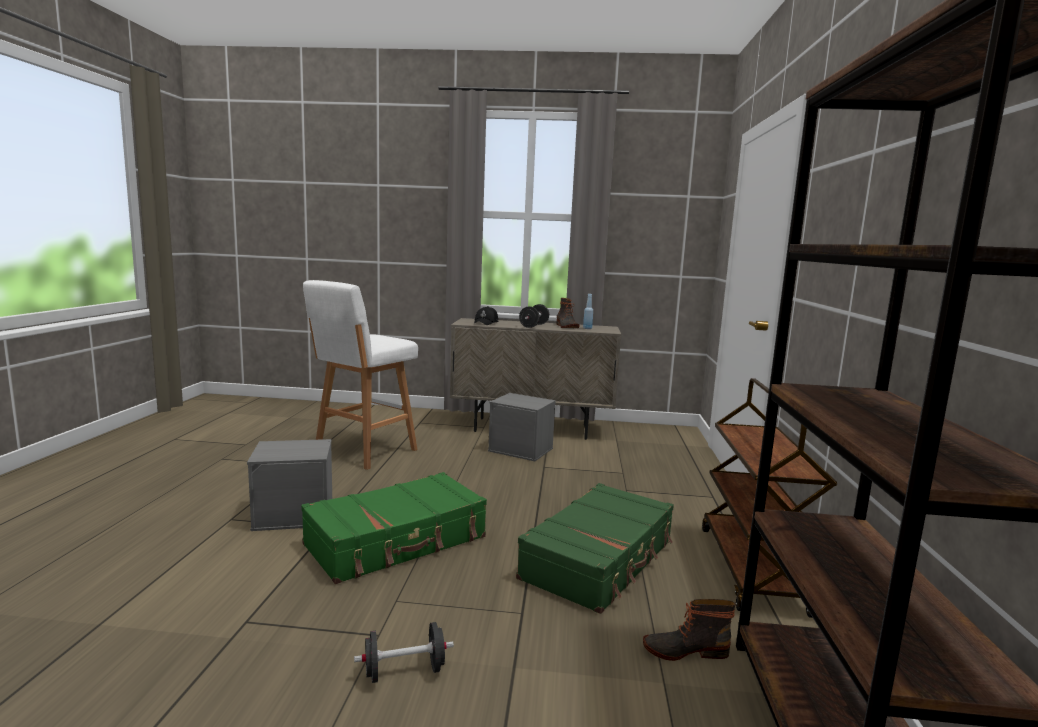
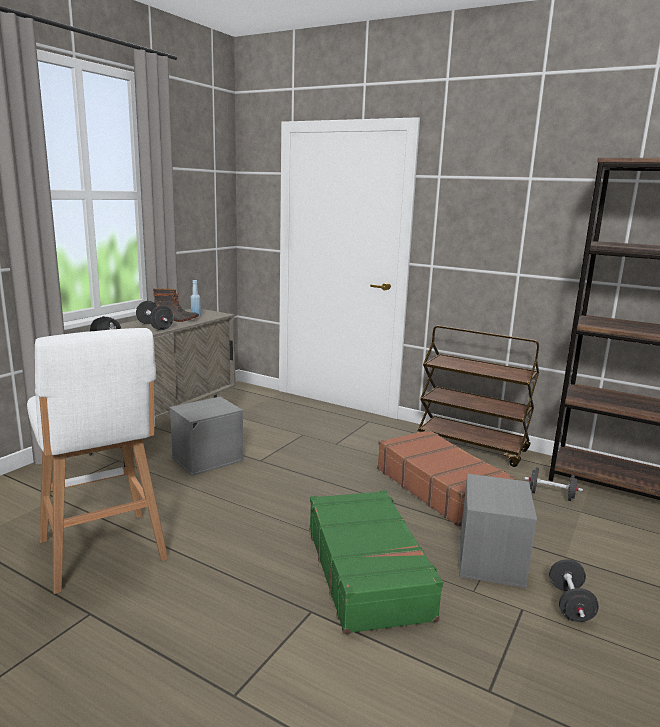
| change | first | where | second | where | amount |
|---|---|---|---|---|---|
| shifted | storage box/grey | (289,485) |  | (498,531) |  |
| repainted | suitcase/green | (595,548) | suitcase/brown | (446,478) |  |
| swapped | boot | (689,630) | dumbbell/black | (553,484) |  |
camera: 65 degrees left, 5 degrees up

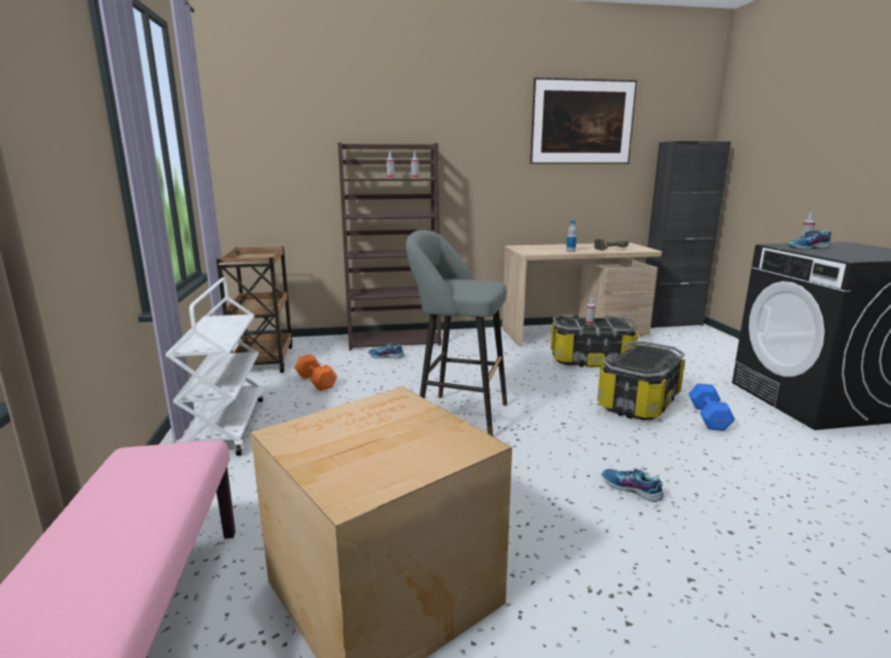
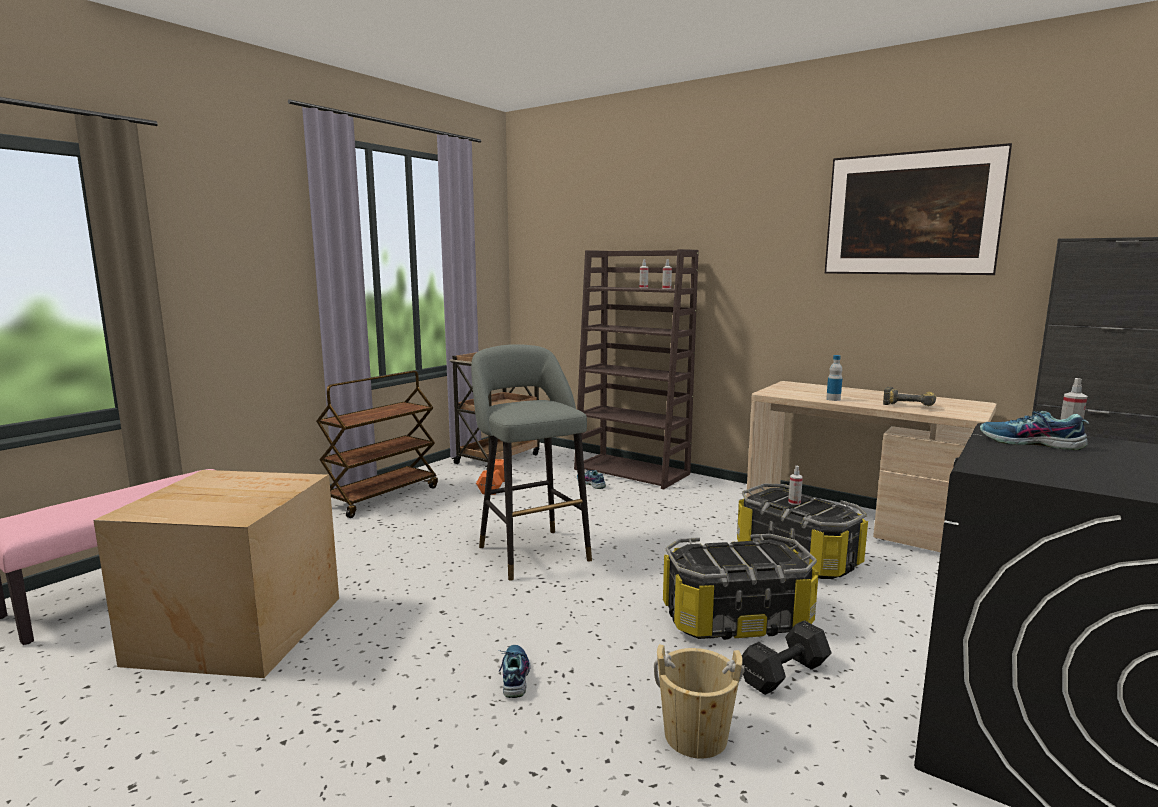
| change | first | where | second | where | amount |
|---|---|---|---|---|---|
| repainted | cart/white | (214,367) | cart/brown | (377,444) |  |
| repainted | dumbbell/blue | (711,407) | dumbbell/black | (787,657) |  |
| new |  |  | bucket/beige | (699,701) |  |
camera: 45 degrees right, 5 degrees down

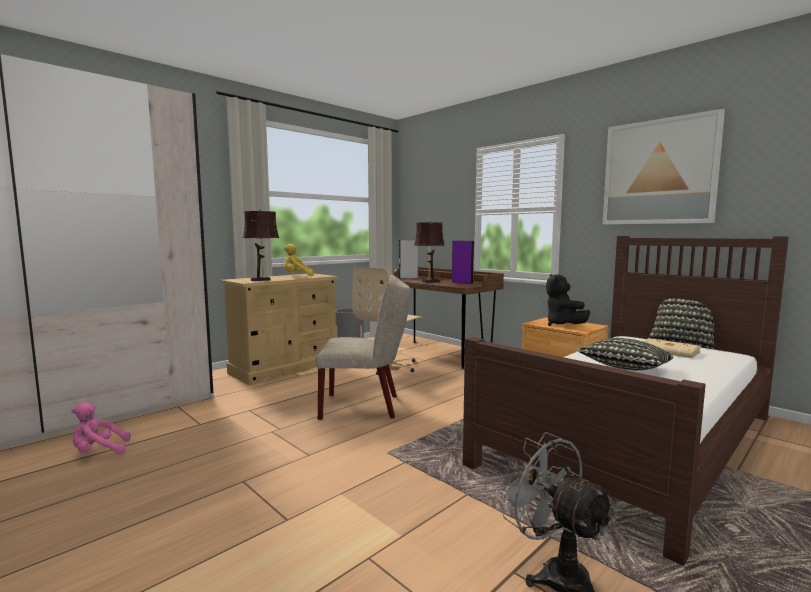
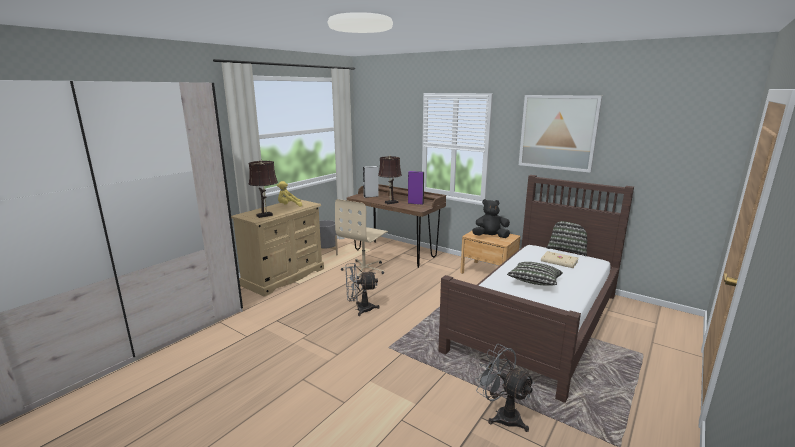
| change | first | where | second | where | amount |
|---|---|---|---|---|---|
| rotated | plush toy/black | (568,300) |  | (491,218) | 105 degrees clockwise |
| swapped | chair/beige | (363,347) | fan/grey | (363,289) |  |
| gone | plush toy/pink | (101,428) |  |  |  |
camera: 10 degrees left, 10 degrees up

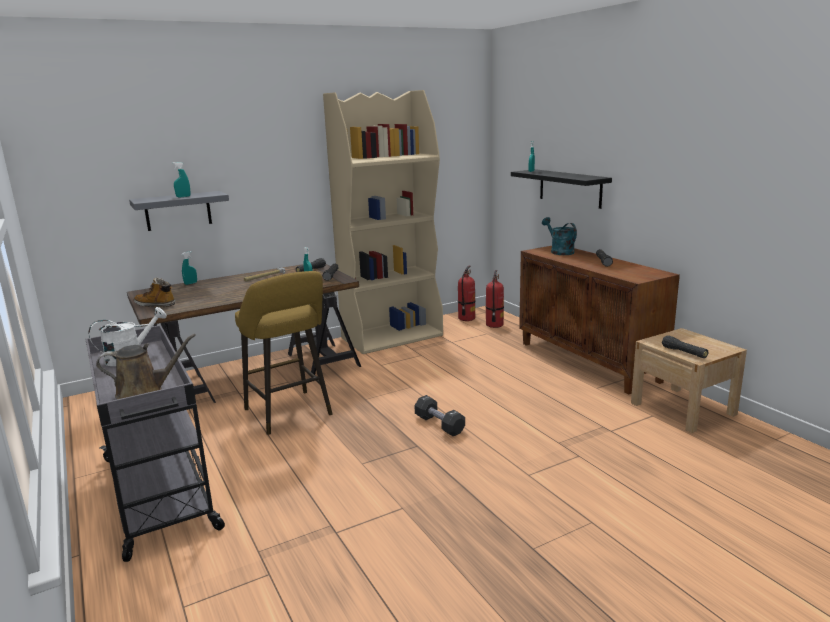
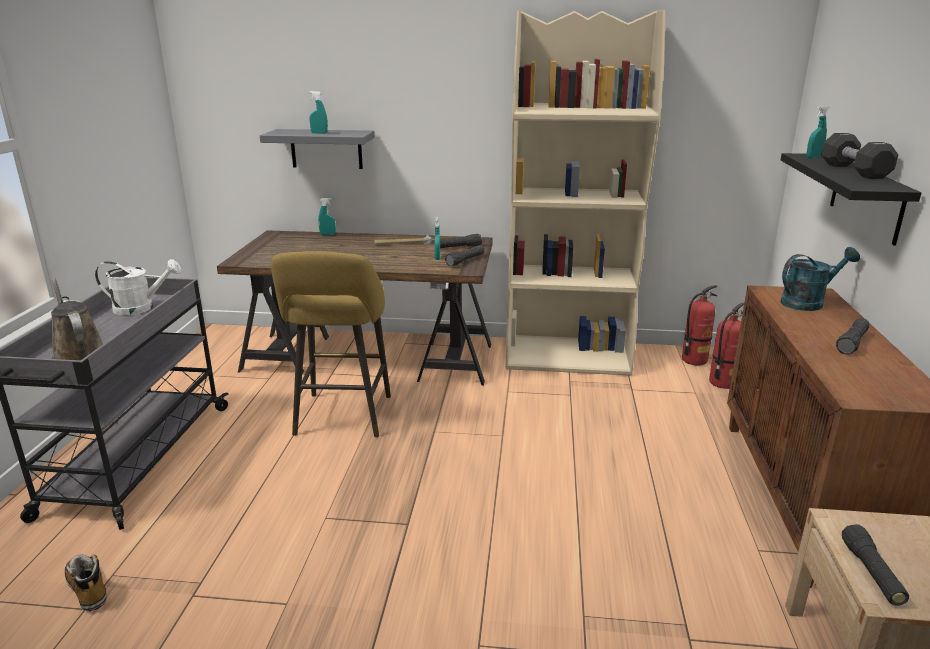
| change | first | where | second | where | amount |
|---|---|---|---|---|---|
| rotated | watering can/turquoise | (559,236) |  | (820,279) | 60 degrees clockwise |
| shifted | boot | (154,292) |  | (85,583) |  |
| rotated | watering can/brown | (146,366) |  | (77,319) | 150 degrees counterclockwise |
| shifted | dumbbell/black | (439,415) |  | (859,156) |  |
camera: 35 degrees right, 5 degrees up

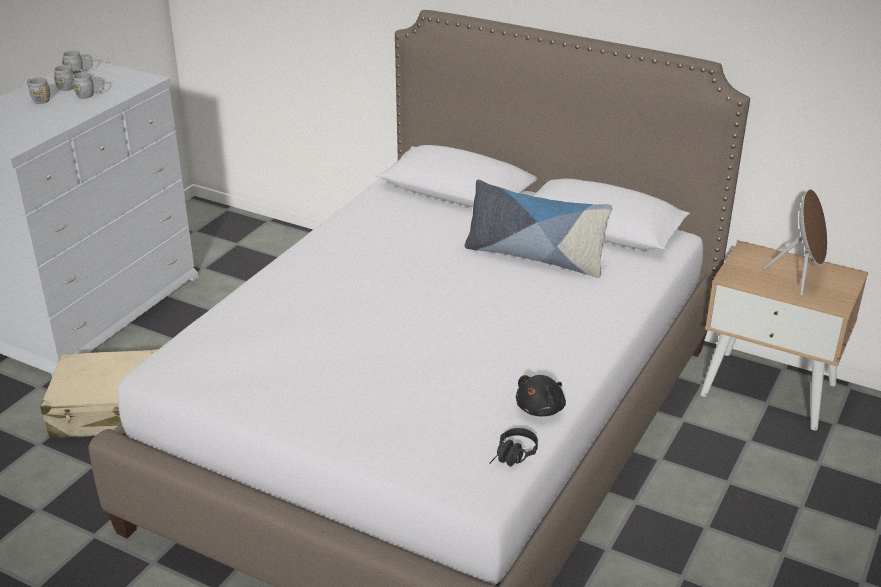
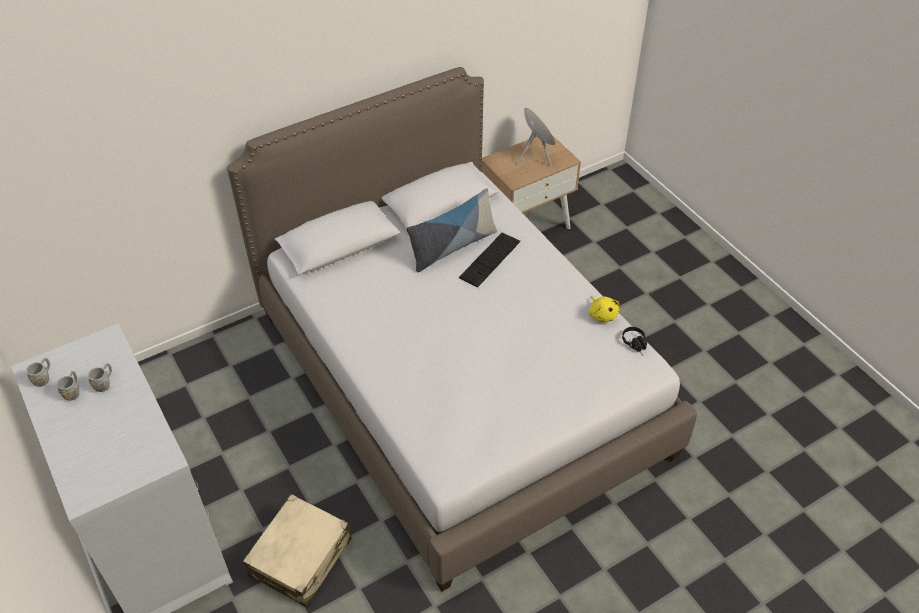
| change | first | where | second | where | amount |
|---|---|---|---|---|---|
| gone | mug/grey | (38,90) |  |  |  |
| repainted | plush toy/black | (541,395) | plush toy/yellow | (604,309) |  |
| new |  |  | keyboard | (489,260) |  |
camera: 60 degrees left, 15 degrees up

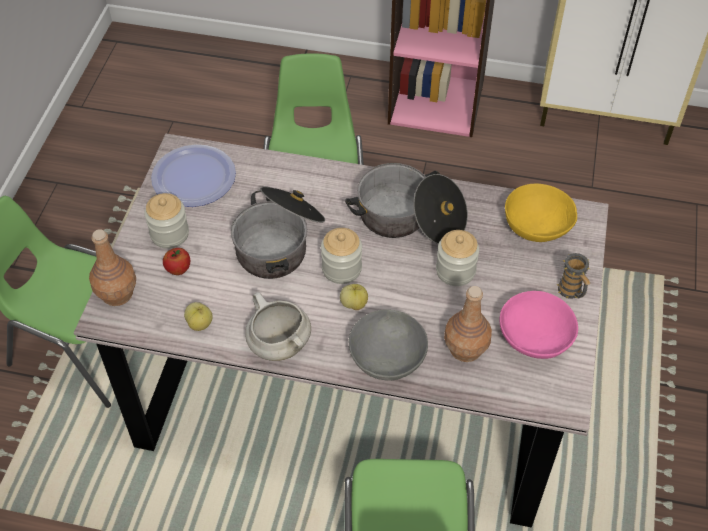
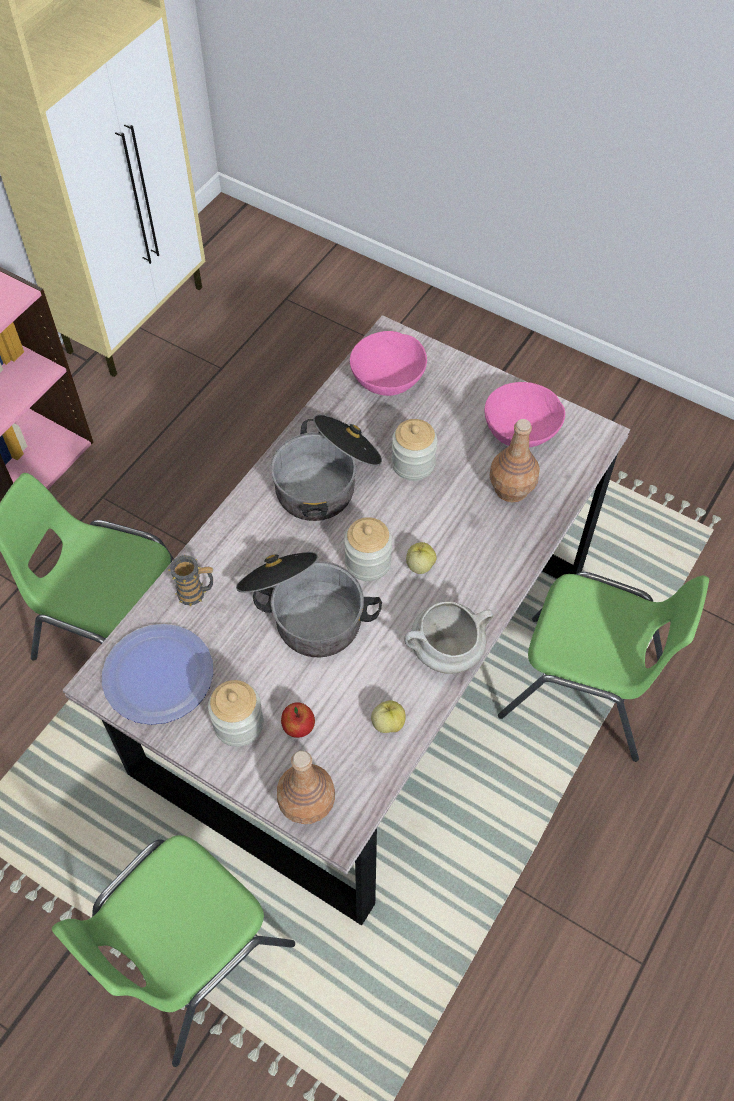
| change | first | where | second | where | amount |
|---|---|---|---|---|---|
| repainted | bowl/yellow | (541,213) | bowl/pink | (388,363) |  |
| shifted | mug | (573,276) |  | (190,581) |  |
| gone | bowl/grey | (388,345) |  |  |  |
camera: 70 degrees left, 5 degrees up

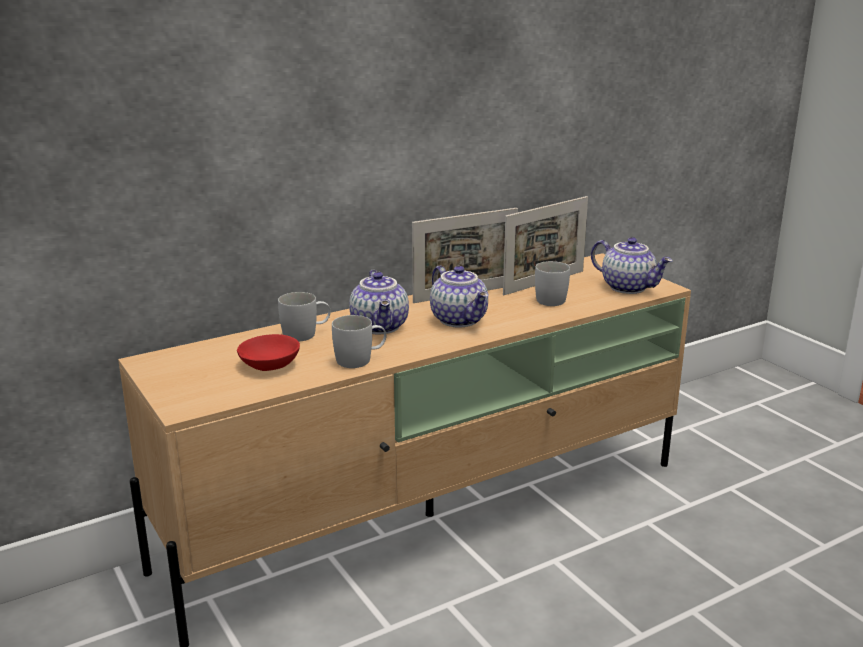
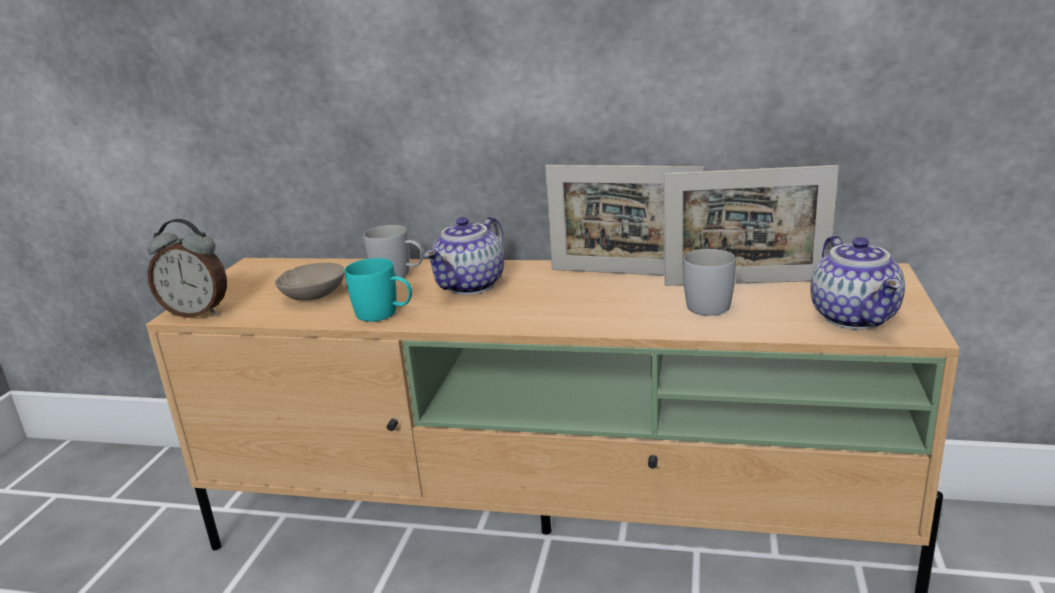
| change | first | where | second | where | amount |
|---|---|---|---|---|---|
| gone | teapot | (459,296) |  |  |  |
| repainted | mug/white | (359,341) | mug/turquoise | (378,290) |  |
| repainted | bowl/red | (268,352) | bowl/beige | (310,282) |  |
| new |  |  | alarm clock | (187,268) |  |
camera: 45 degrees right, 0 degrees up

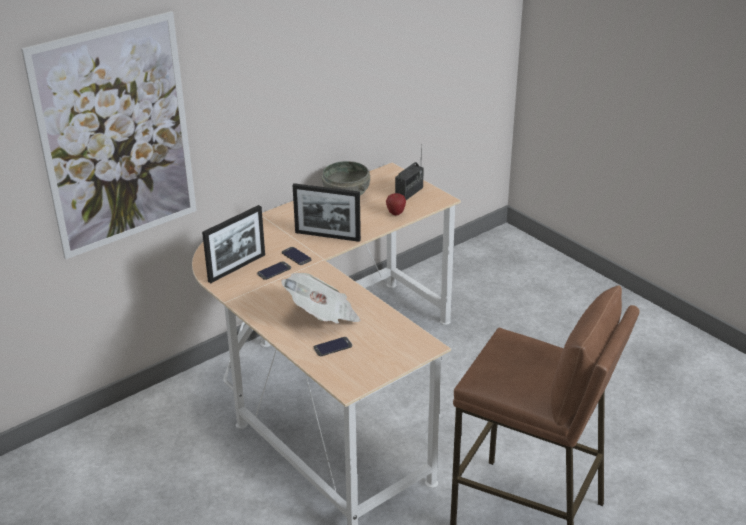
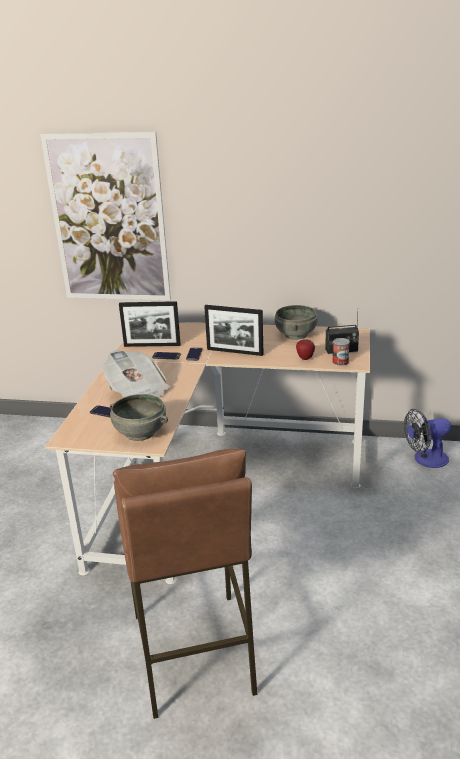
| change | first | where | second | where | amount |
|---|---|---|---|---|---|
| rotated | picture frame | (327,212) |  | (234,330) | 45 degrees counterclockwise |
| new |  |  | can | (341,352) |  |
| new |  |  | bowl/grey | (139,417) |  |
| new |  |  | fan | (427,438) |  |
camera: 50 degrees right, 5 degrees down

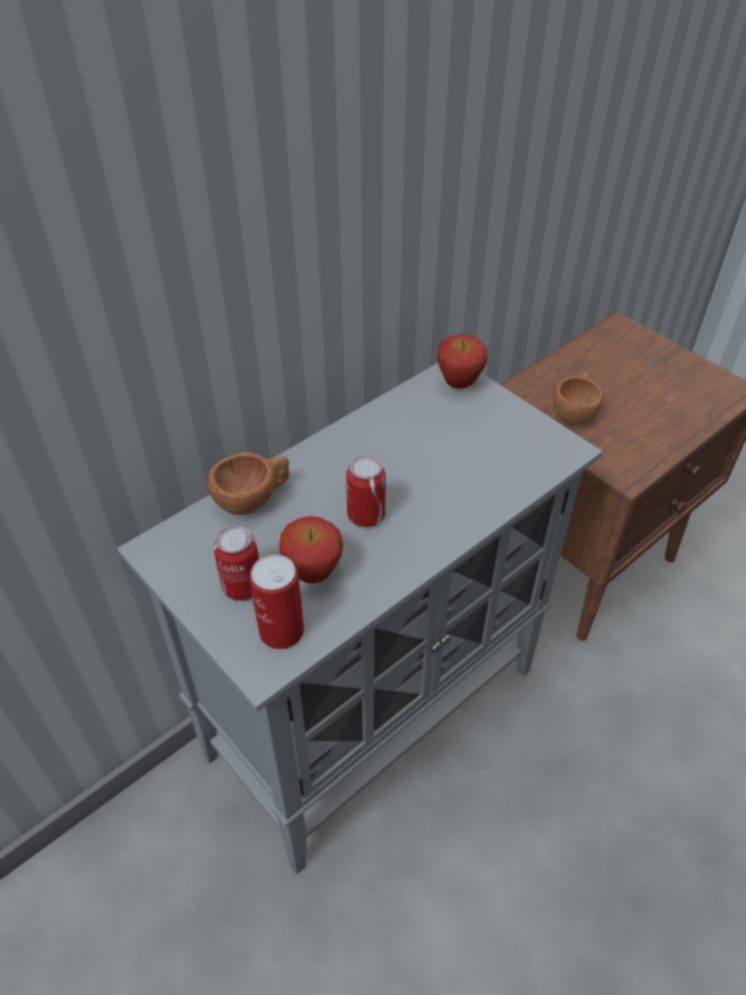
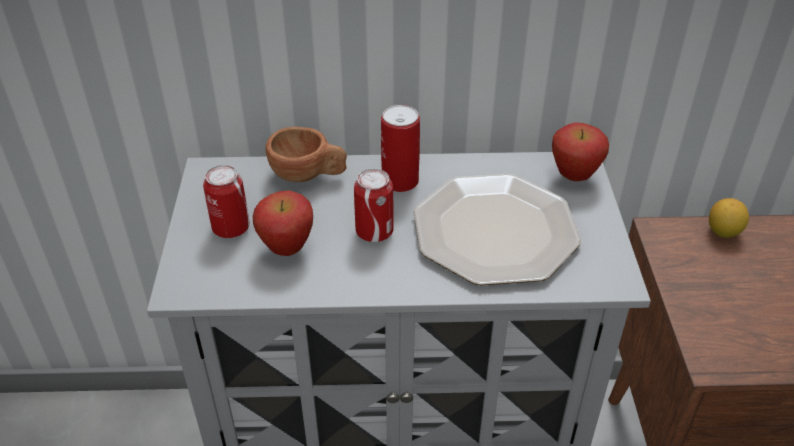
| change | first | where | second | where | amount |
|---|---|---|---|---|---|
| gone | cup/brown | (578,398) |  |  |  |
| shifted | can | (277,601) |  | (400,148) |  |
| new |  |  | plate | (497,229) |  |
| new |  |  | lemon | (729,218) |  |
camera: 40 degrees right, 5 degrees down

